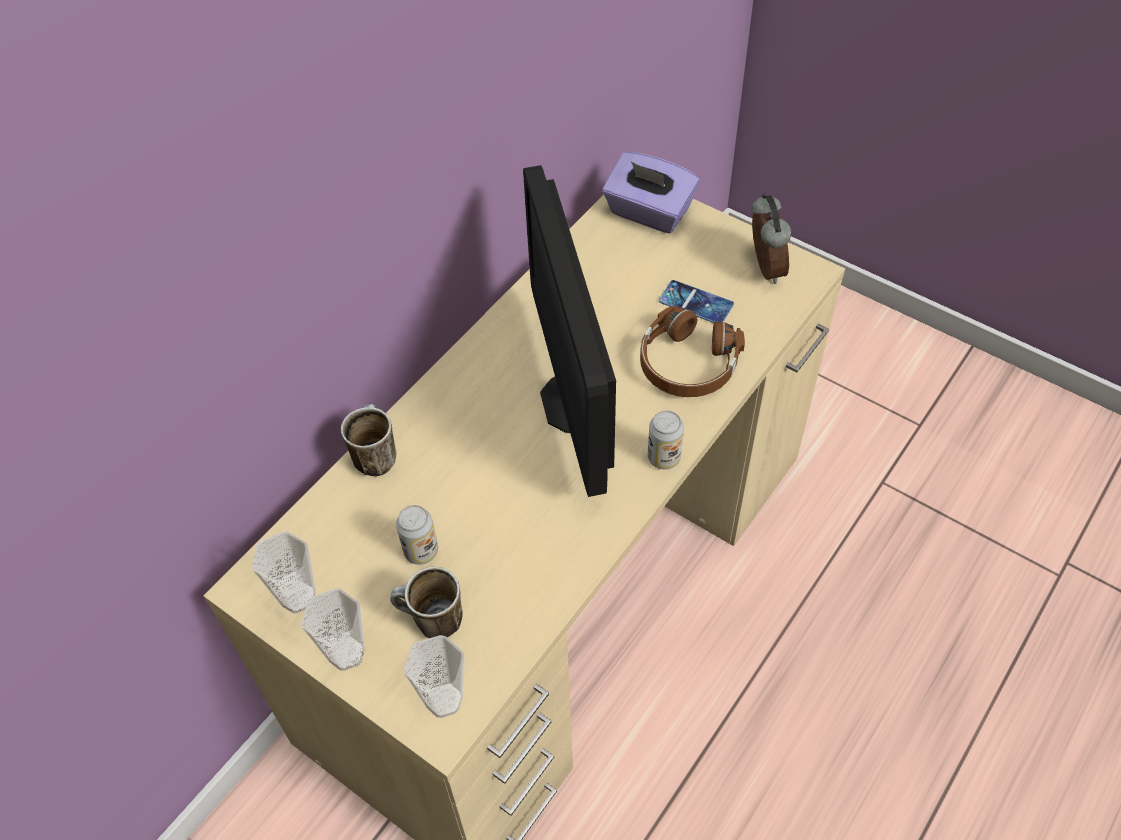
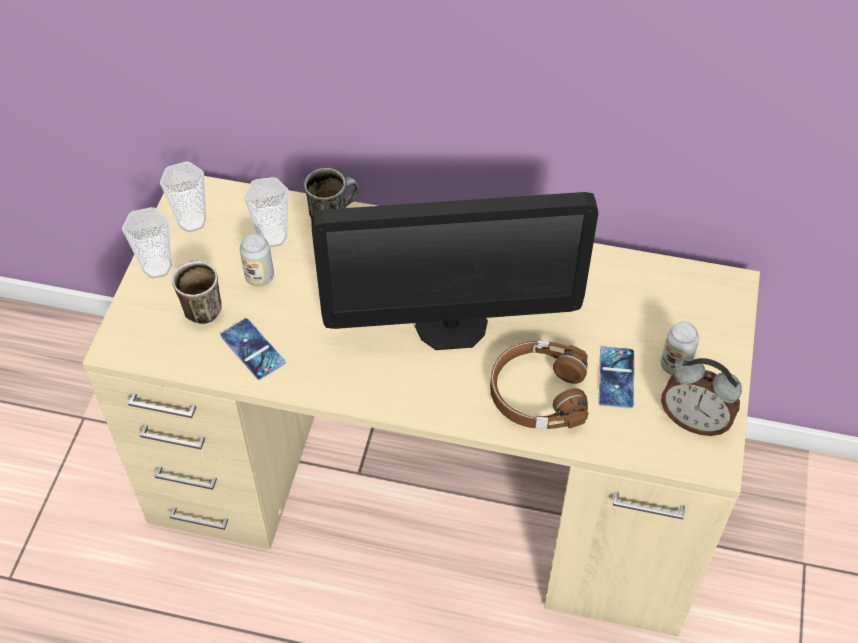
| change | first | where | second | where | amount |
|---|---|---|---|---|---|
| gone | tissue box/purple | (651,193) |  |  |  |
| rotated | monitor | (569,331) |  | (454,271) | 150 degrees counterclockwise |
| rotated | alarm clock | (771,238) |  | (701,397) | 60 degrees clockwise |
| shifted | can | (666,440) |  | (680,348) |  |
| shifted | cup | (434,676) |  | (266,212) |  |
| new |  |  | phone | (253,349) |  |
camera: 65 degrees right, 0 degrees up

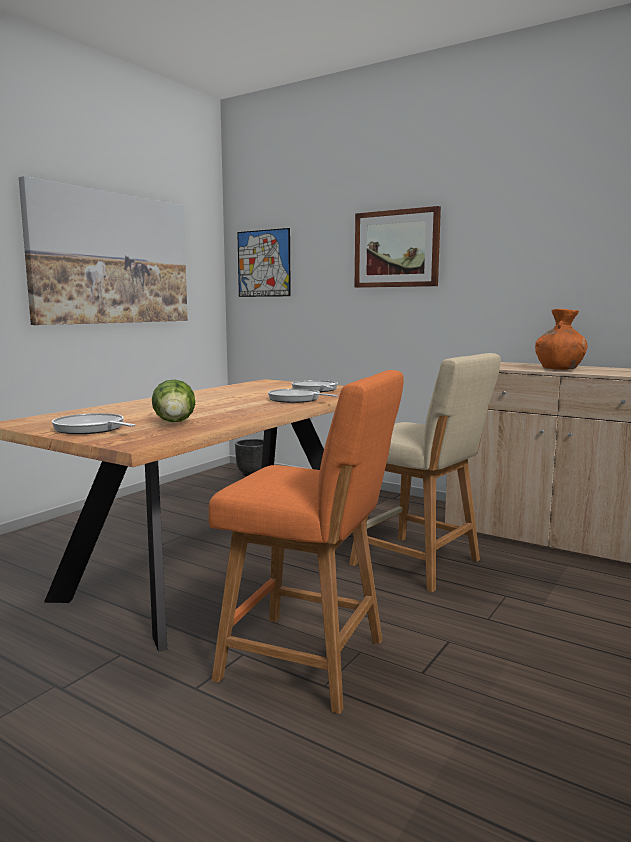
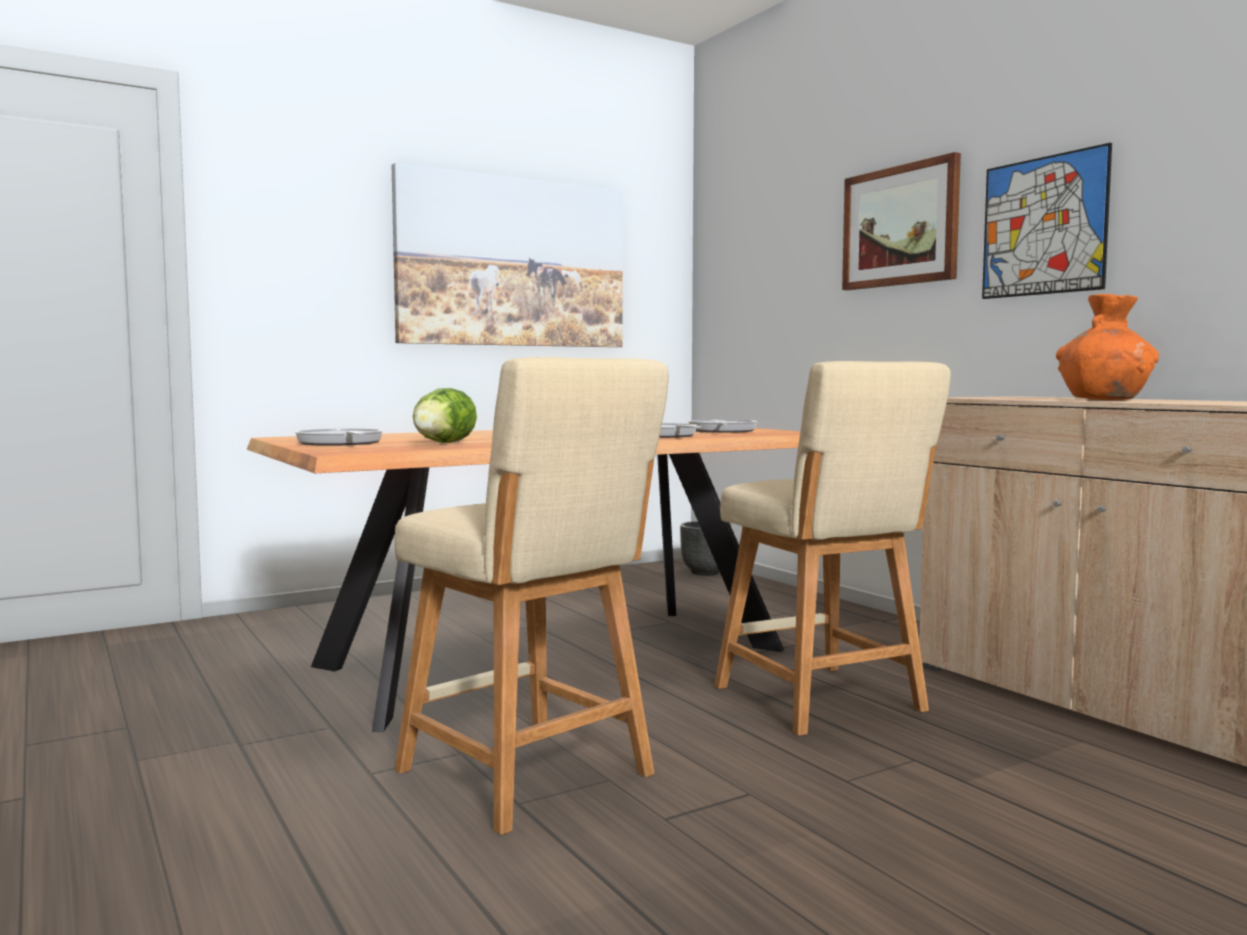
| change | first | where | second | where | amount |
|---|---|---|---|---|---|
| shifted | picture | (264,262) |  | (1047,221) |  |
| repainted | stool/orange | (306,542) | stool/beige | (532,596) |  |
camera: 25 degrees right, 5 degrees down

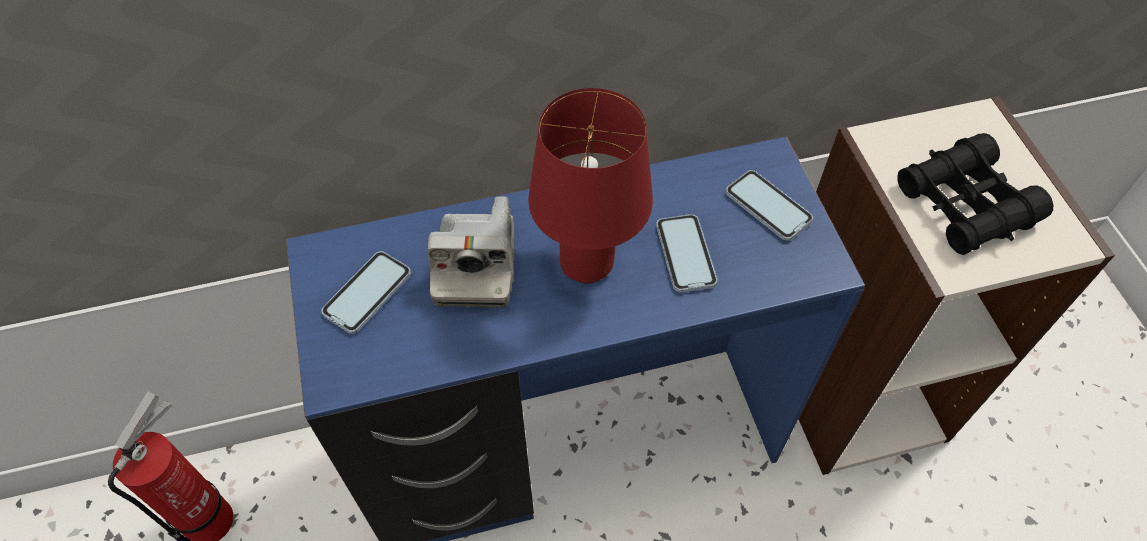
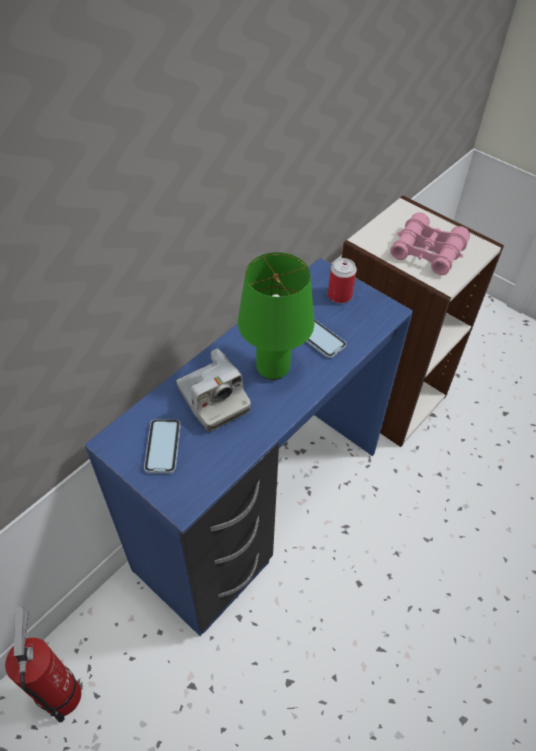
| change | first | where | second | where | amount |
|---|---|---|---|---|---|
| repainted | table lamp/red | (591,185) | table lamp/green | (276,316) |  |
| repainted | binoculars/black | (975,194) | binoculars/pink | (430,243) |  |
| swapped | phone | (769,205) | can | (342,280) |  |
camera: 35 degrees left, 5 degrees down

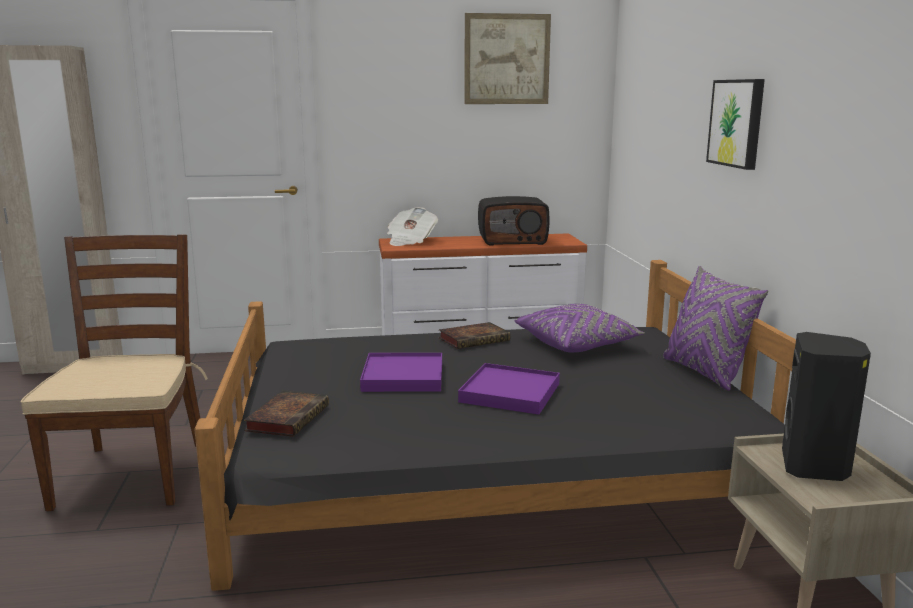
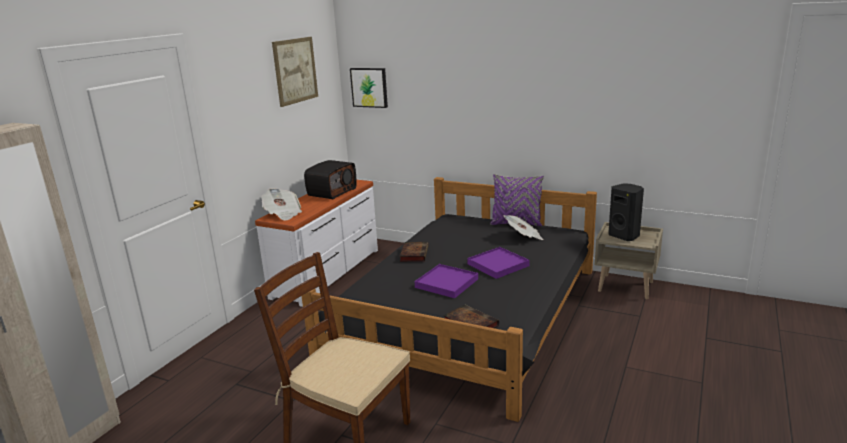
| change | first | where | second | where | amount |
|---|---|---|---|---|---|
| shifted | picture | (735,124) |  | (369,88) |  |
| gone | pillow/purple | (580,328) |  |  |  |
| new |  |  | newspaper | (523,227) |  |
camera: 55 degrees left, 5 degrees up

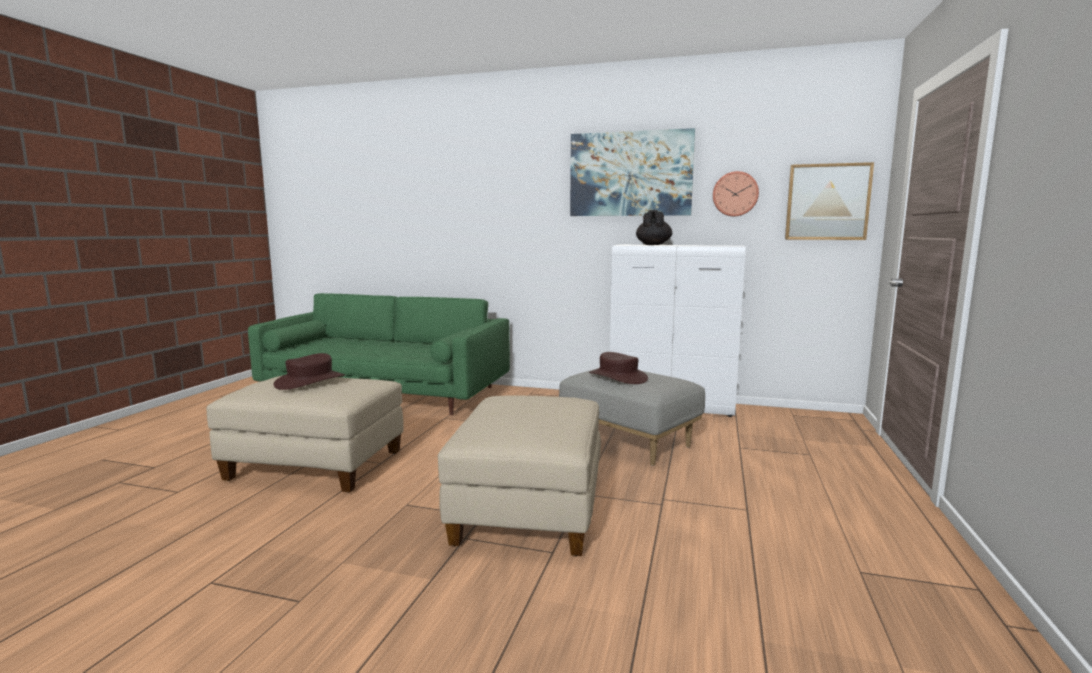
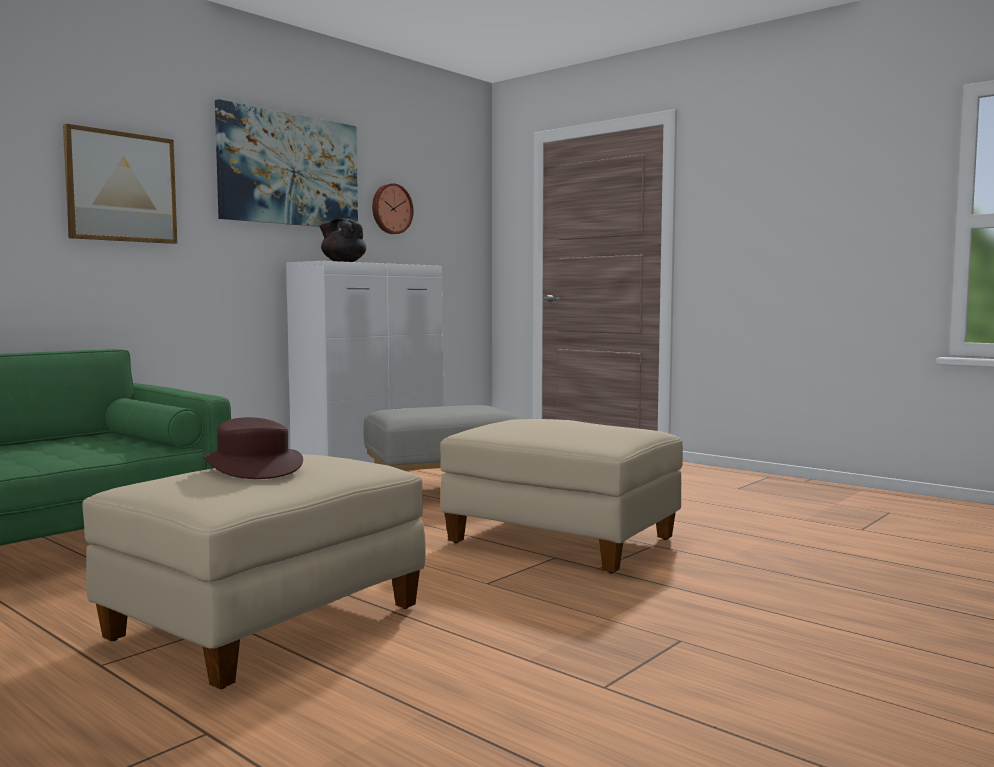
| change | first | where | second | where | amount |
|---|---|---|---|---|---|
| shifted | picture | (829,201) |  | (120,184) |  |
| gone | hat/brown | (618,368) |  |  |  |
camera: 65 degrees left, 5 degrees down

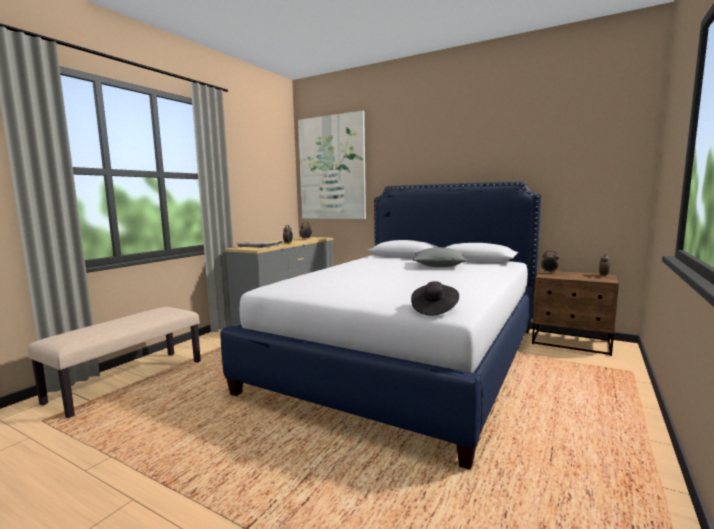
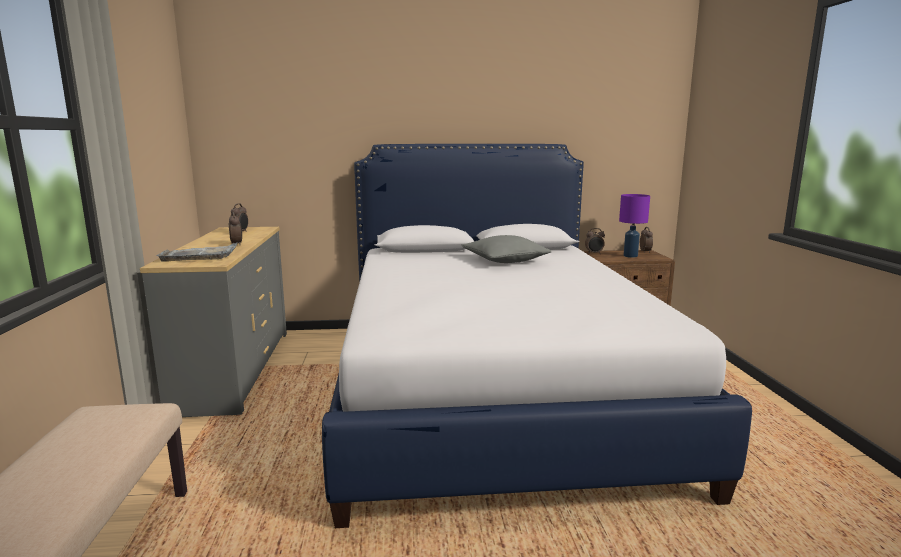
| change | first | where | second | where | amount |
|---|---|---|---|---|---|
| gone | picture | (332,164) |  |  |  |
| gone | hat/black | (435,298) |  |  |  |
| new |  |  | table lamp/purple | (634,226) |  |
camera: 35 degrees left, 5 degrees up

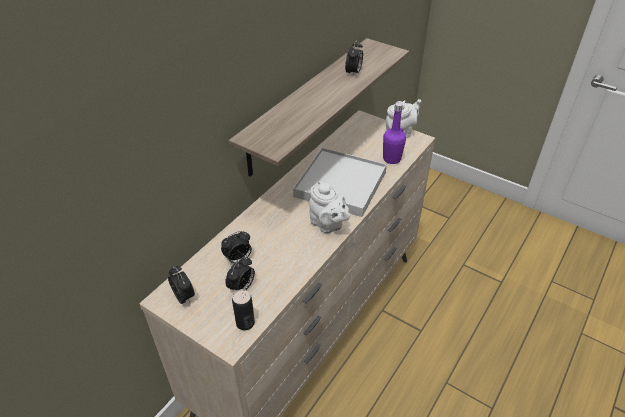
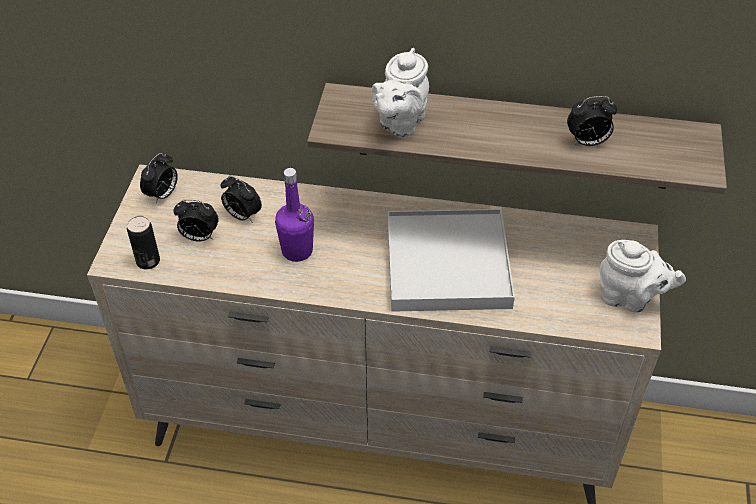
| change | first | where | second | where | amount |
|---|---|---|---|---|---|
| shifted | bottle/purple | (394,133) |  | (294,215) |  |
| shifted | teapot/white | (329,207) |  | (400,93) |  |
camera: 65 degrees right, 5 degrees up

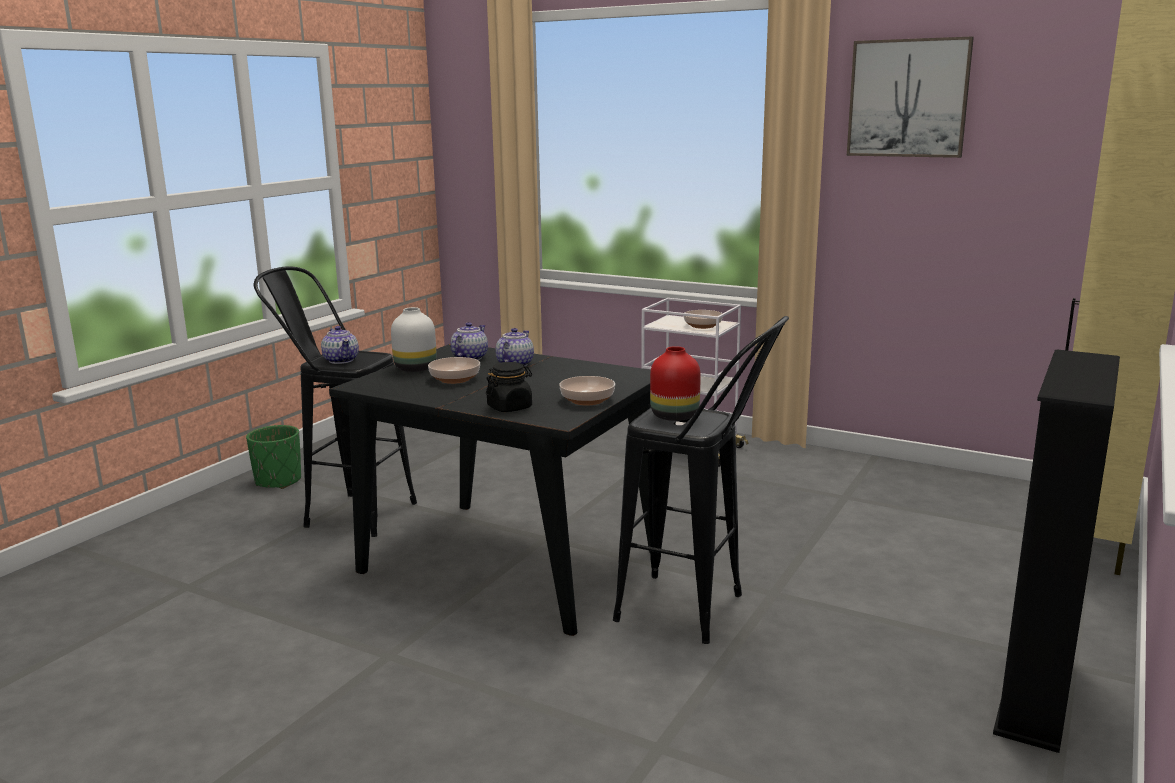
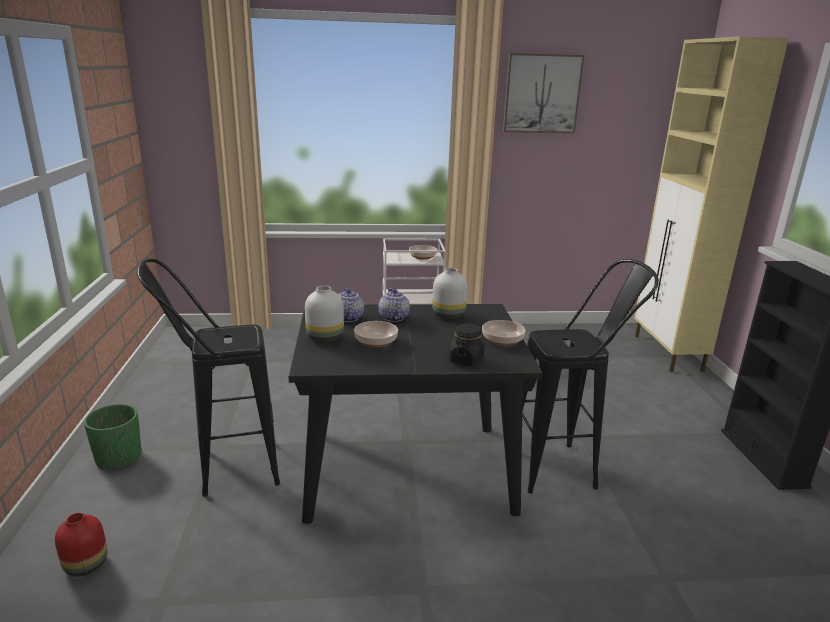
| change | first | where | second | where | amount |
|---|---|---|---|---|---|
| gone | teapot | (340,345) |  |  |  |
| shifted | vase/red | (675,383) |  | (81,545) |  |
| new |  |  | vase/white | (450,293) |  |
camera: 35 degrees left, 5 degrees up

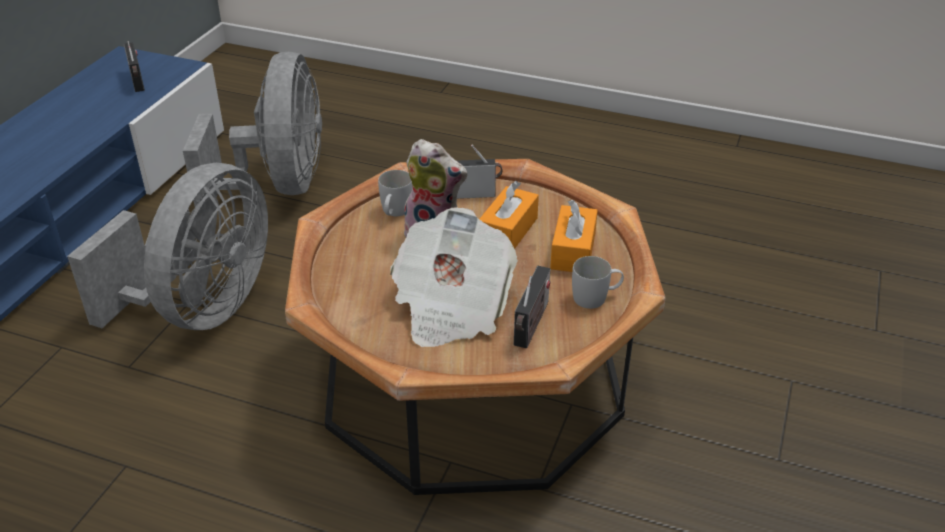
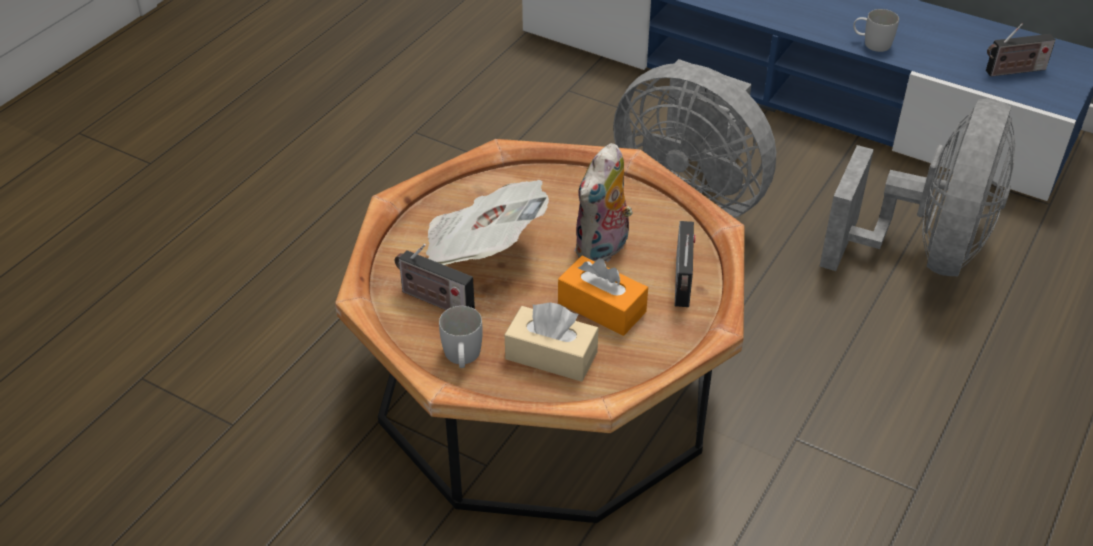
| change | first | where | second | where | amount |
|---|---|---|---|---|---|
| rotated | fan/grey | (252,129) |  | (917,187) | 75 degrees counterclockwise |
| shifted | mug/white | (395,193) |  | (876,30) |  |
| repainted | tissue box/orange | (574,236) | tissue box/beige | (551,342) |  |
camera: 100 degrees right, 5 degrees up

